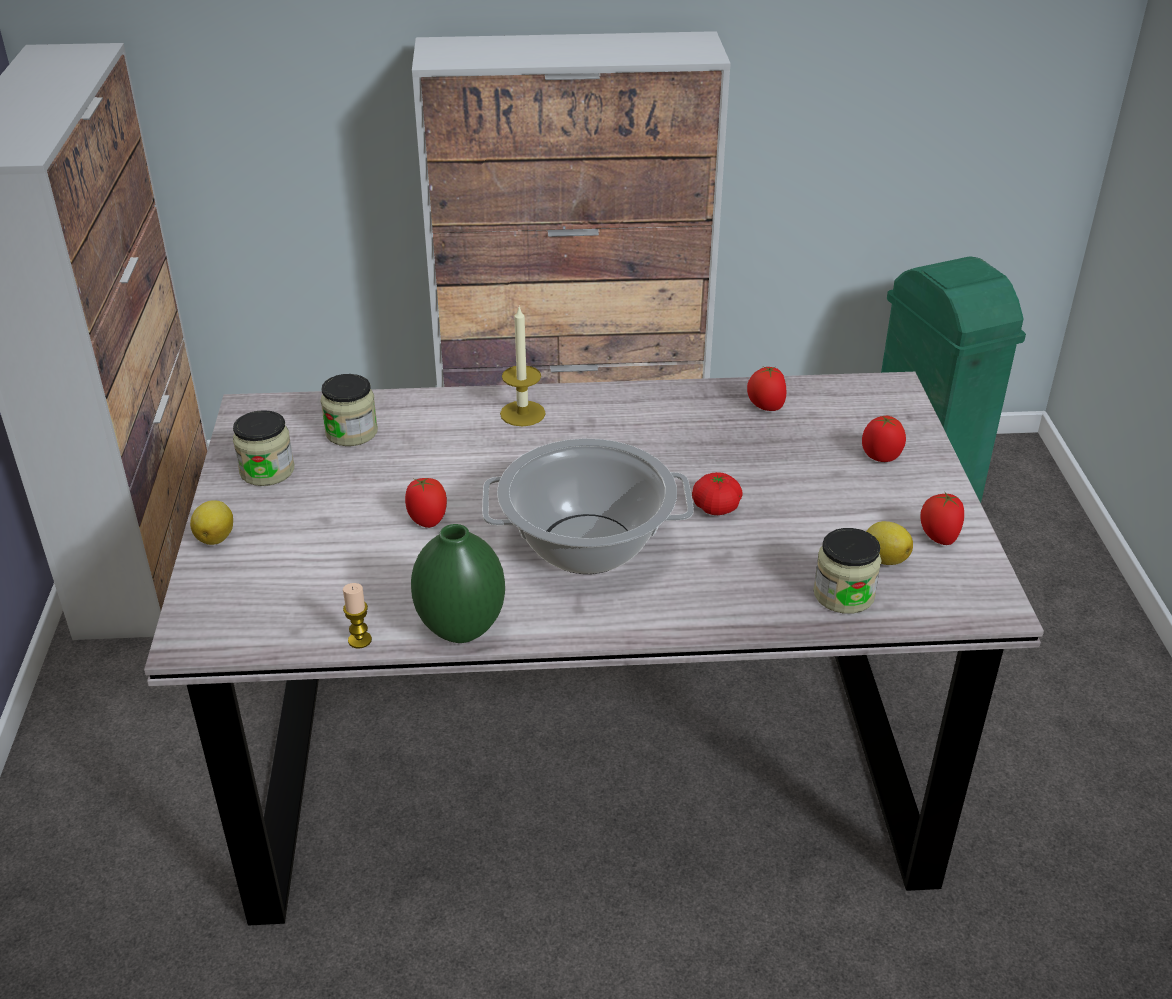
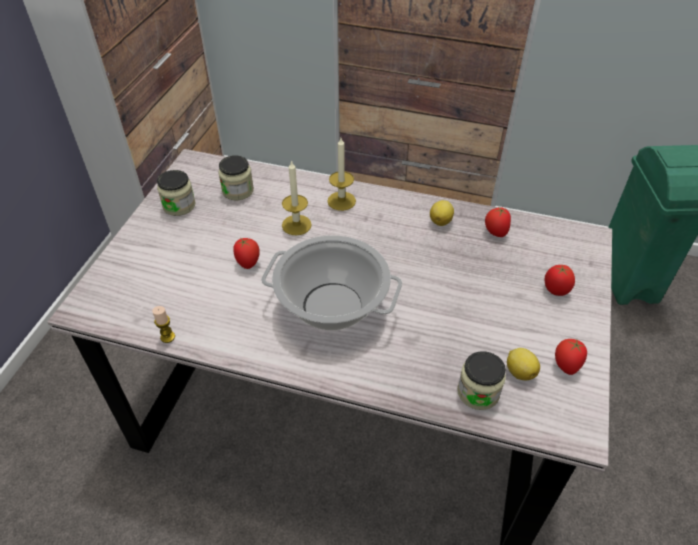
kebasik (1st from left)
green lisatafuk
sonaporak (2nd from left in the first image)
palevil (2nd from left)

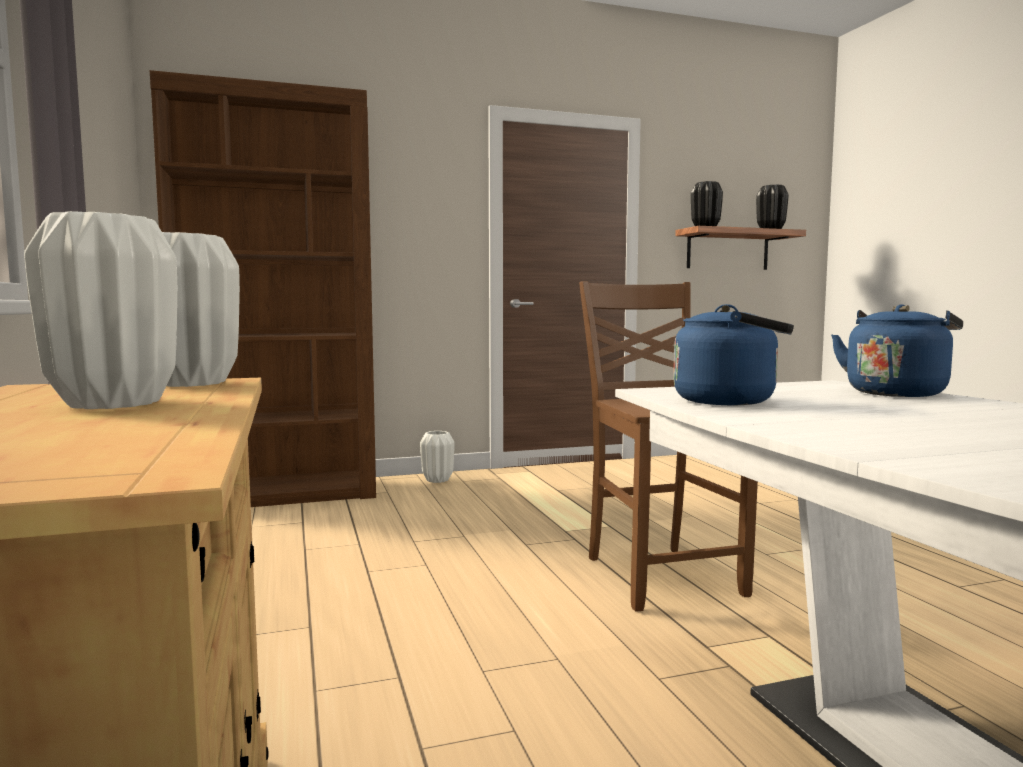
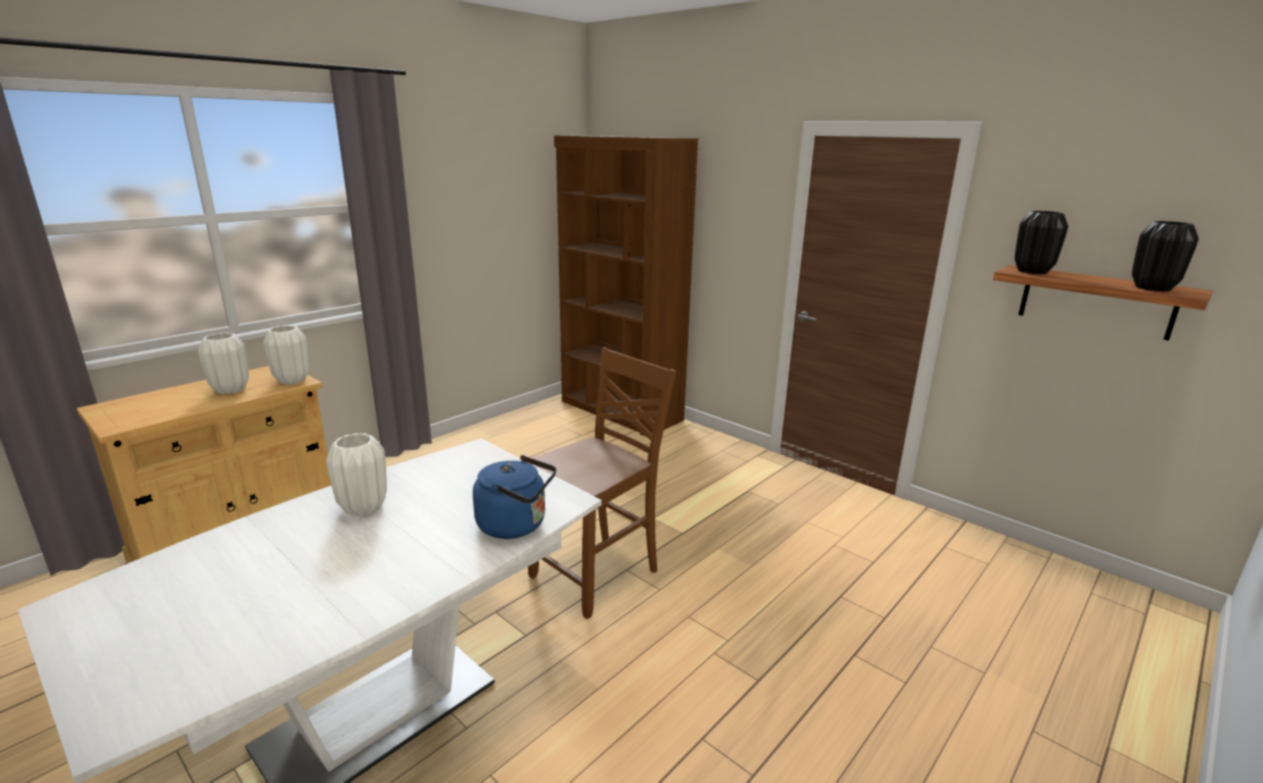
white lisatafuk (3rd from left)
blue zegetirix (1st from left in the first image)

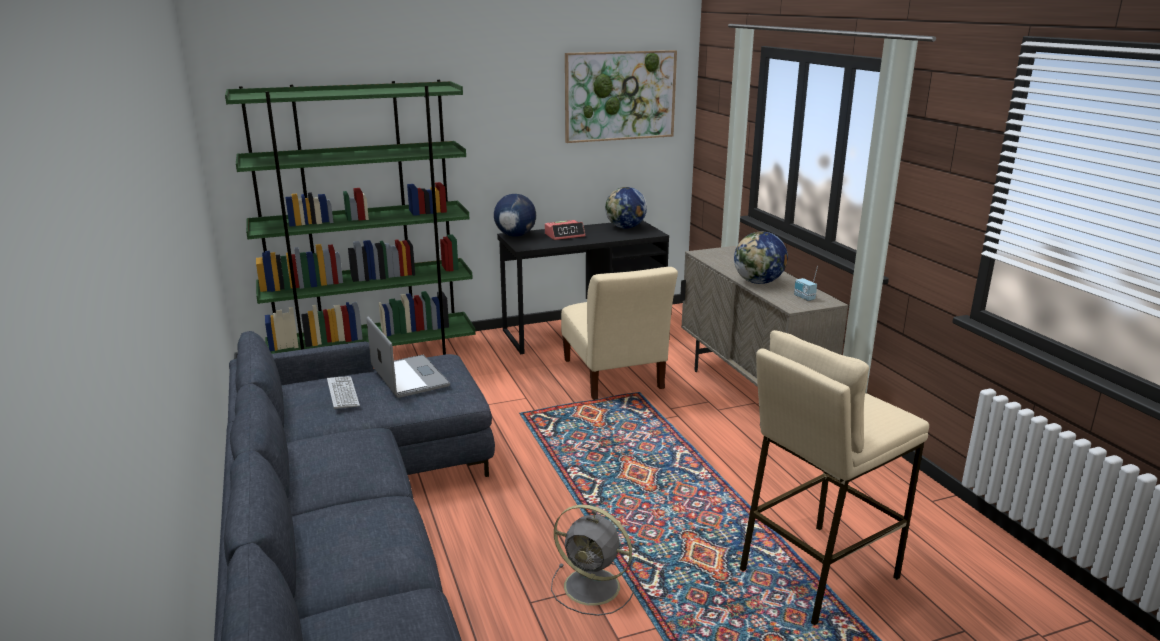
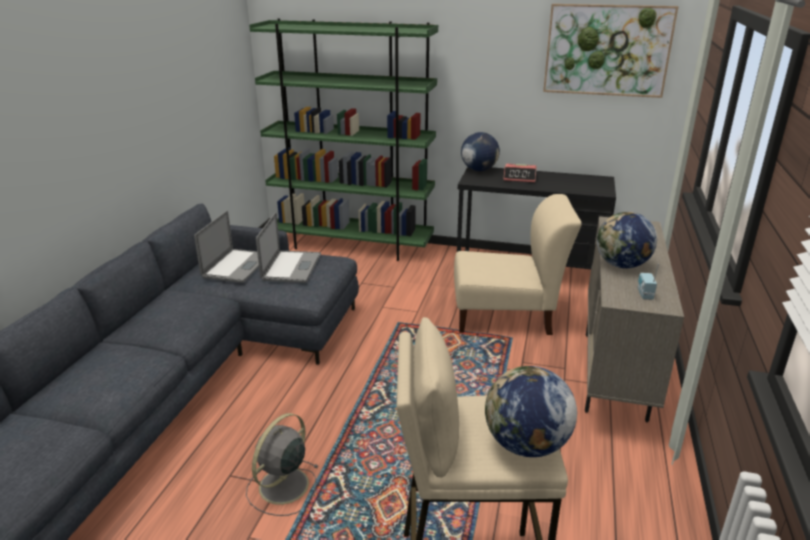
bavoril (1st from left)
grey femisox
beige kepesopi
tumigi (2nd from left)

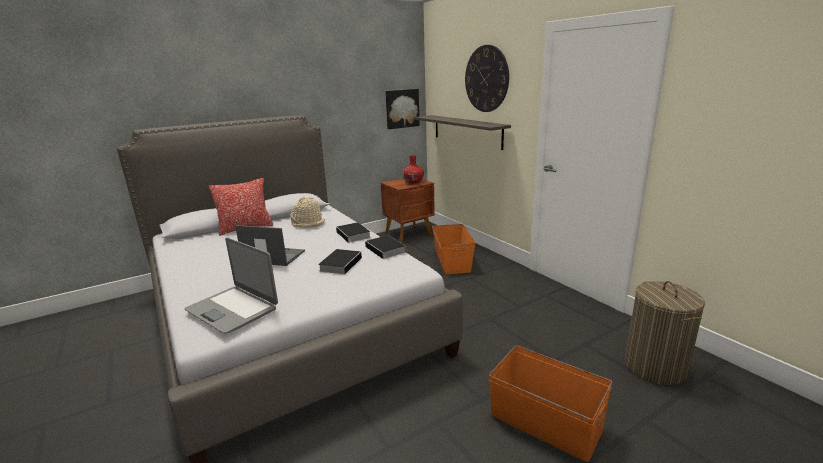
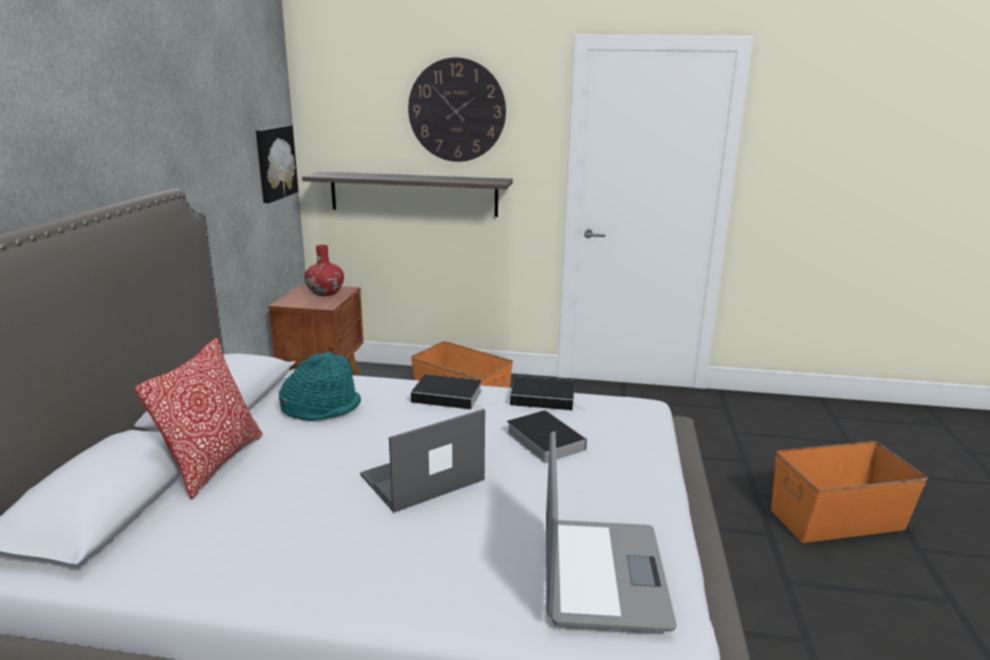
bavoril (2nd from left)
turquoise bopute
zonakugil

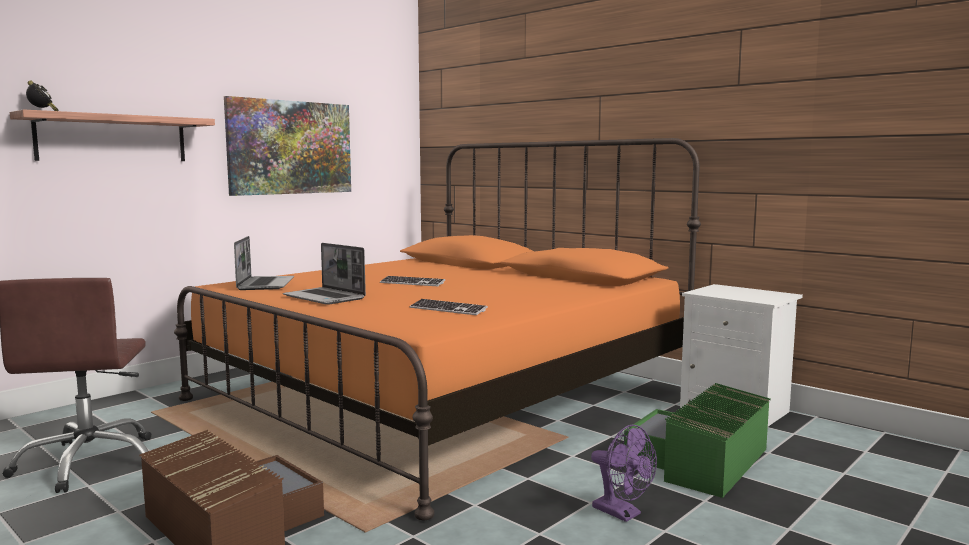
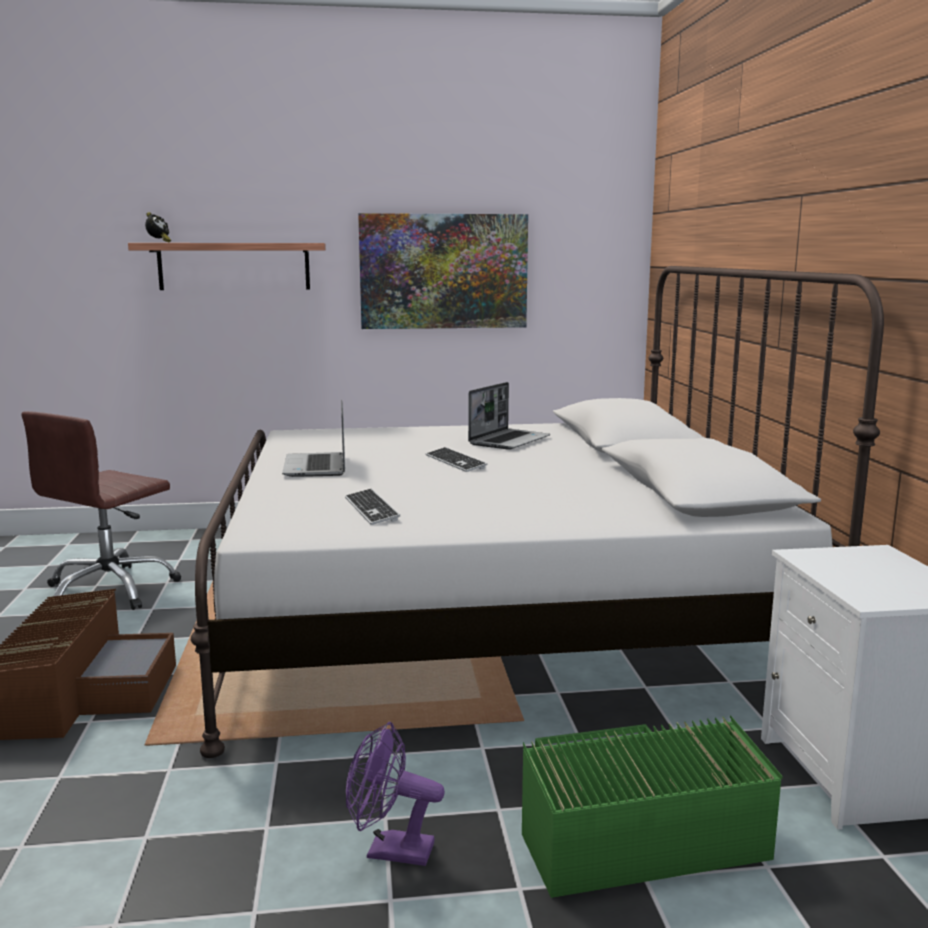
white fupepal
bavoril (2nd from left)
purple femisox

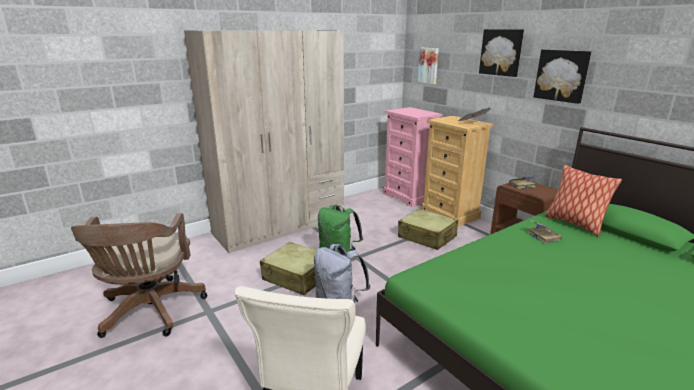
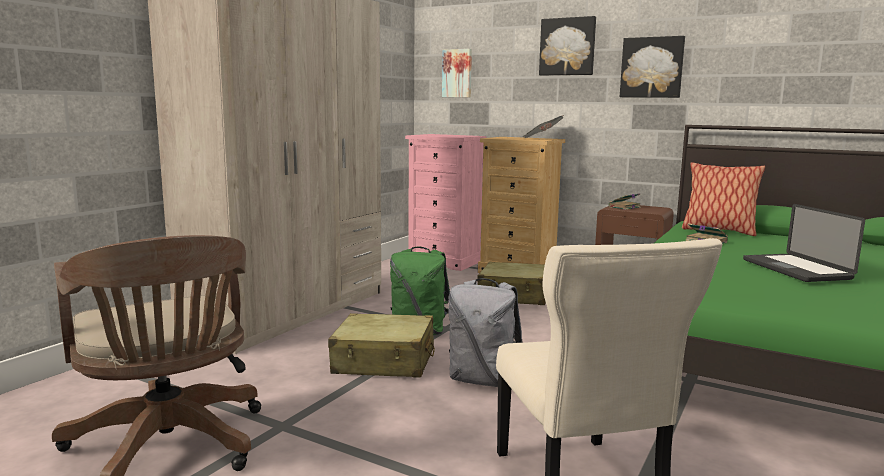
bavoril

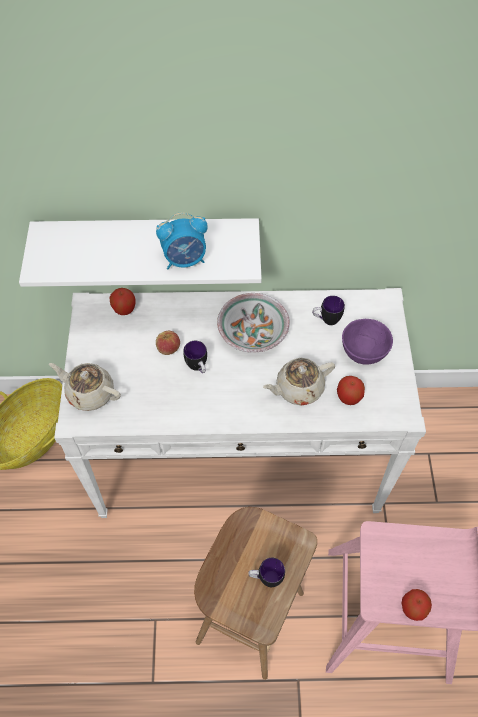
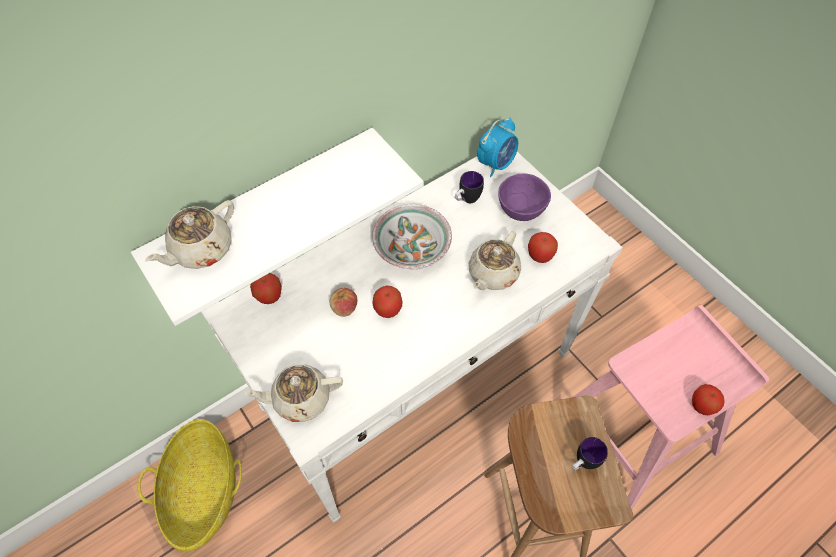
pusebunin
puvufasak (3rd from left)
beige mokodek (1st from left)

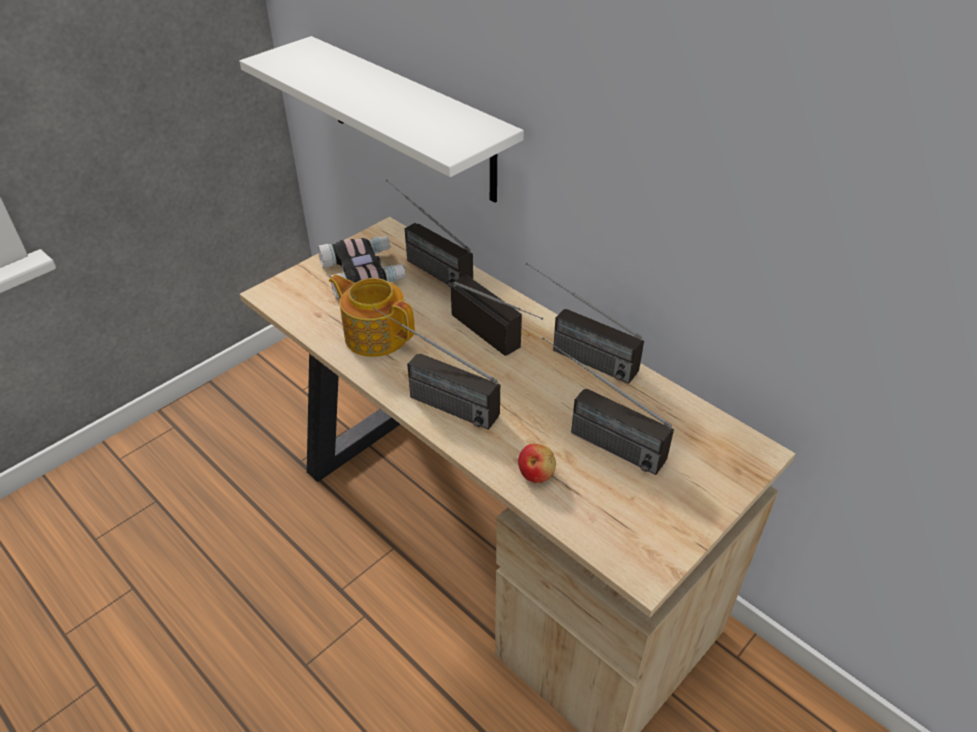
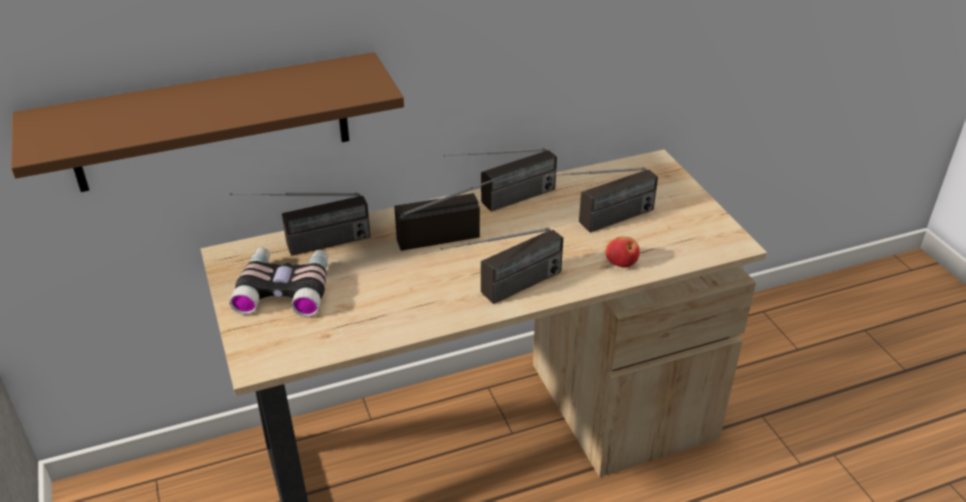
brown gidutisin
mokodek

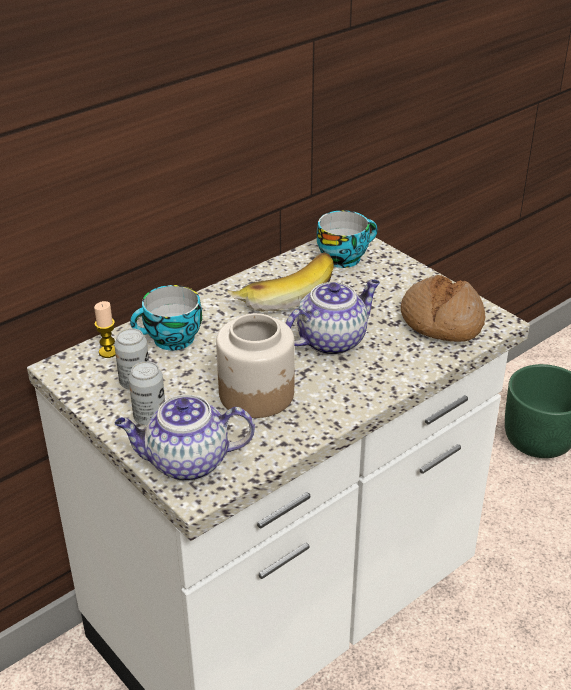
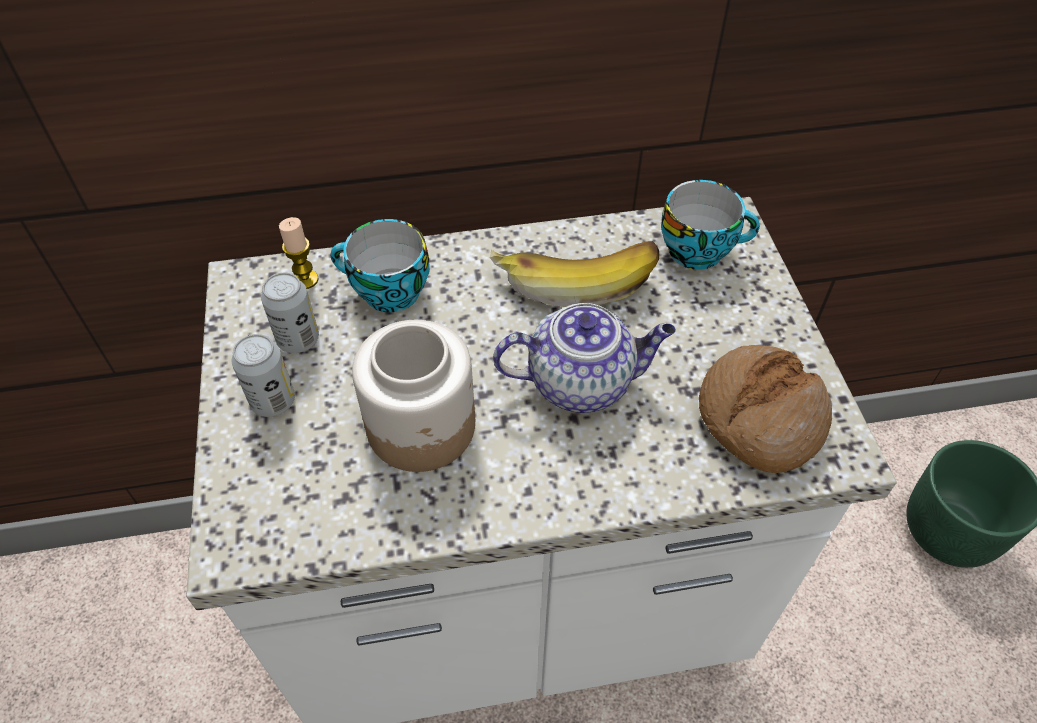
mokodek (1st from left in the first image)

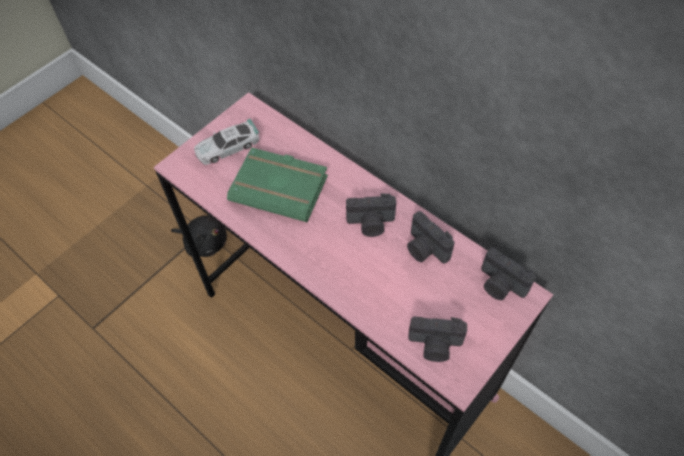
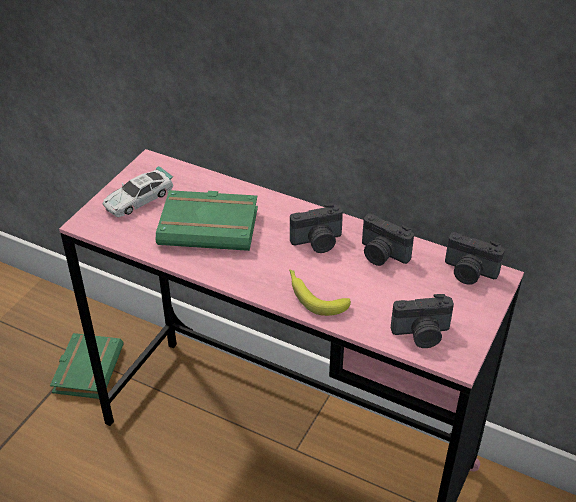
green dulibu (1st from left)
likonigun

